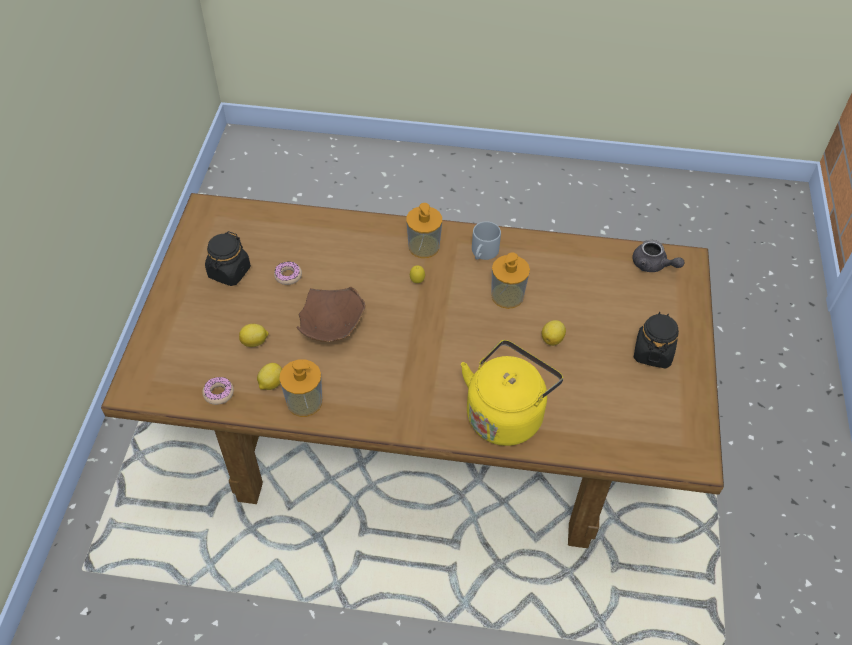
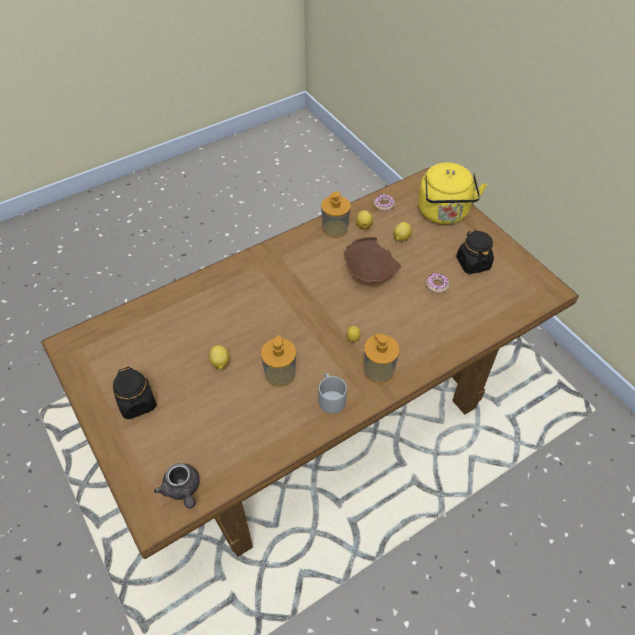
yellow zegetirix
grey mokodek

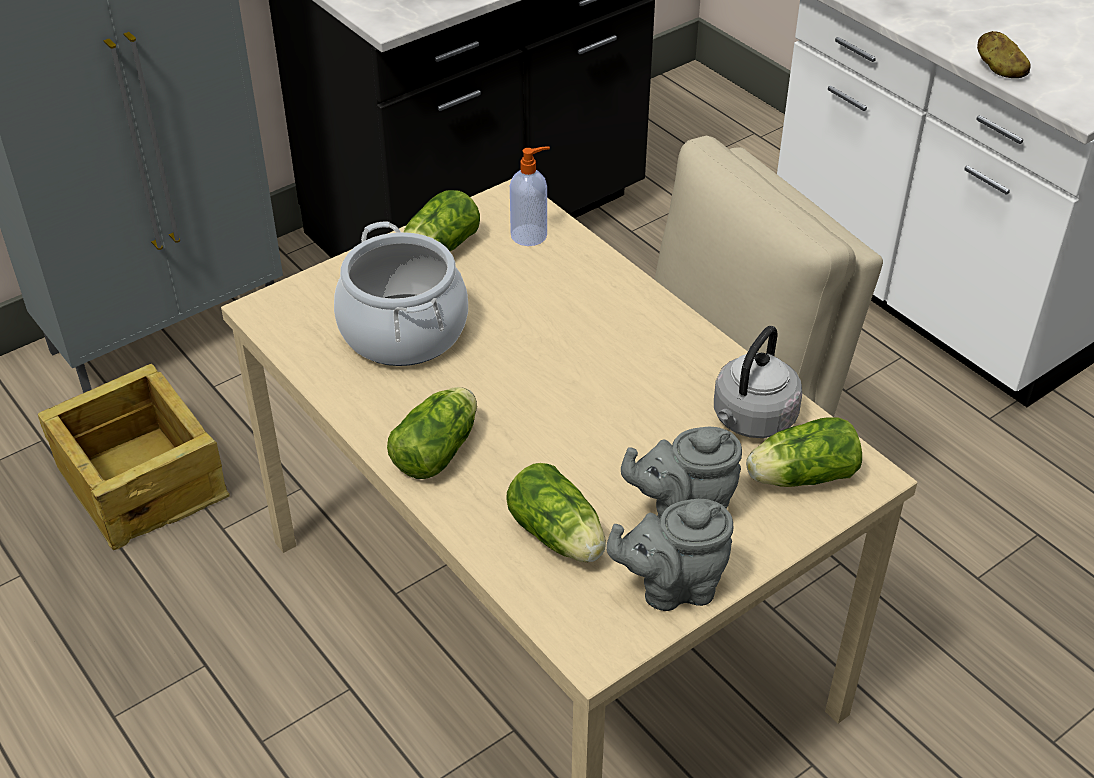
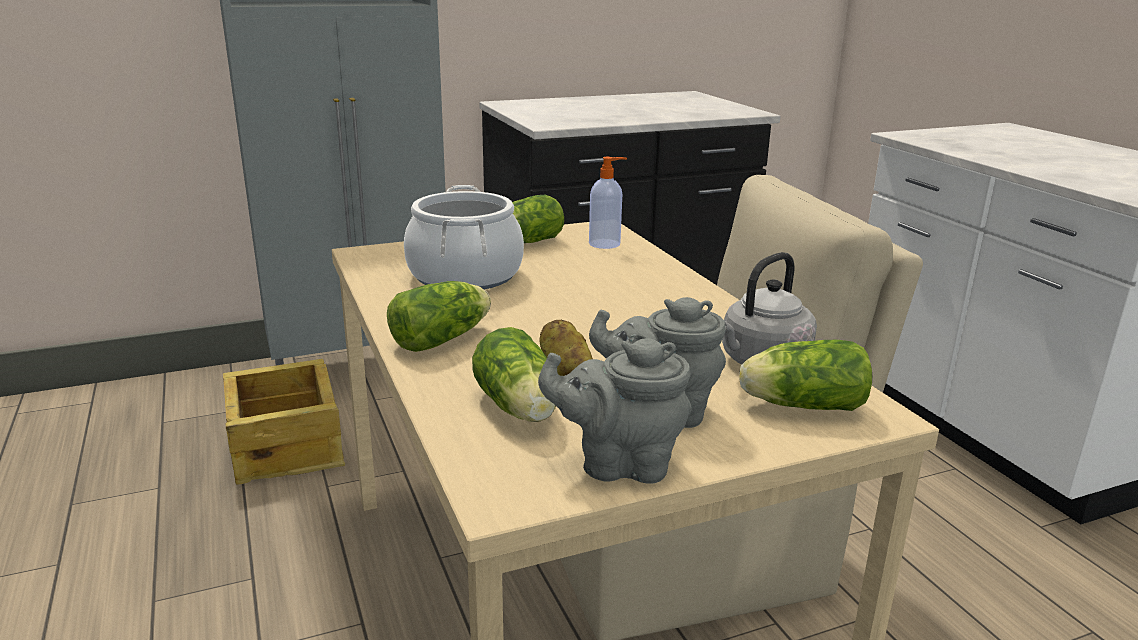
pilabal

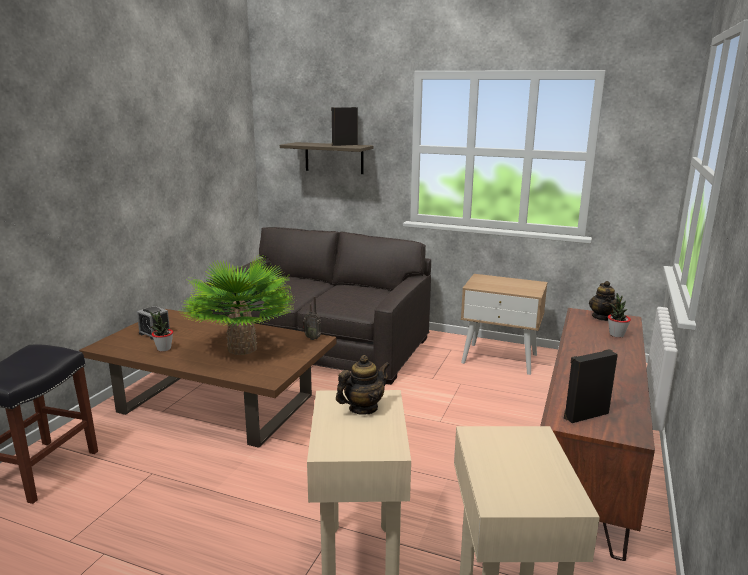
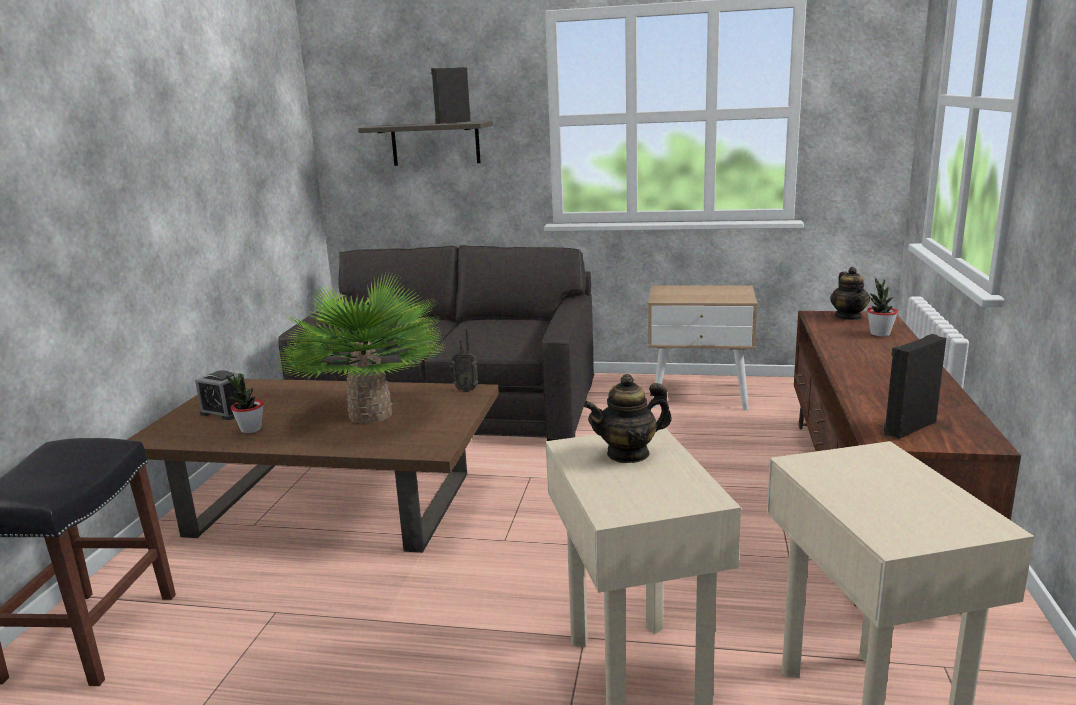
mokodek (1st from left)

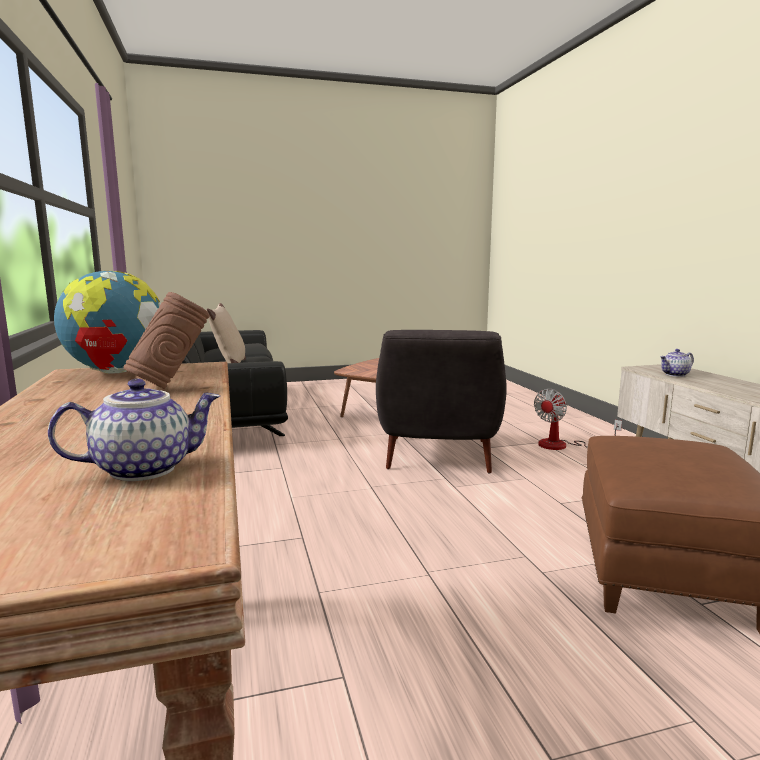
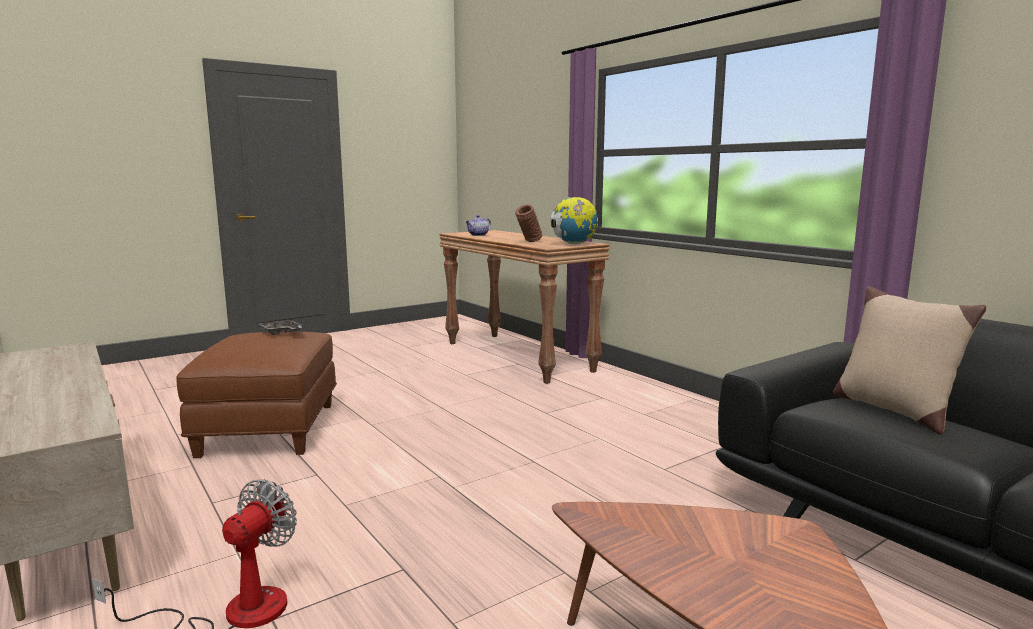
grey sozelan
mokodek (2nd from left in the first image)
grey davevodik

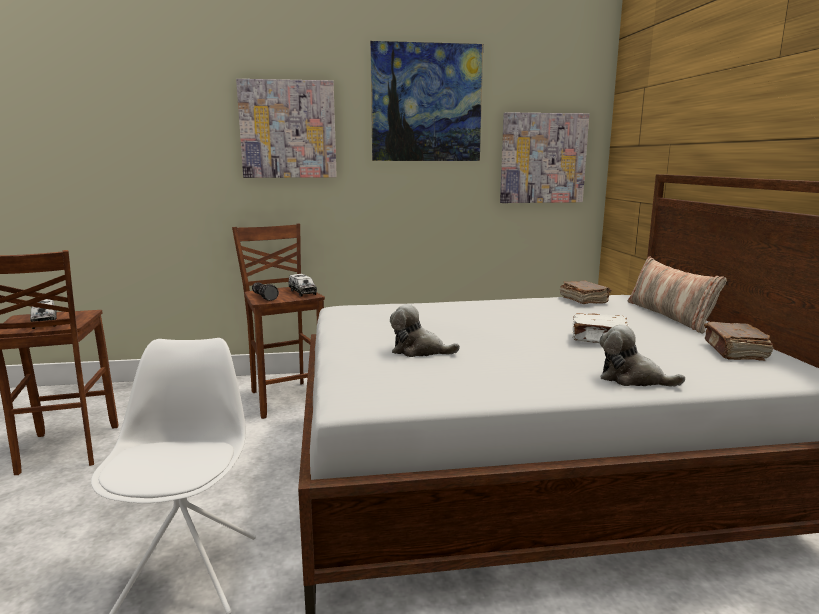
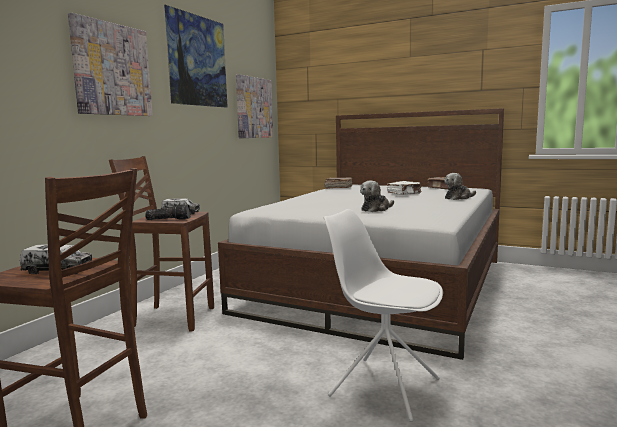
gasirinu

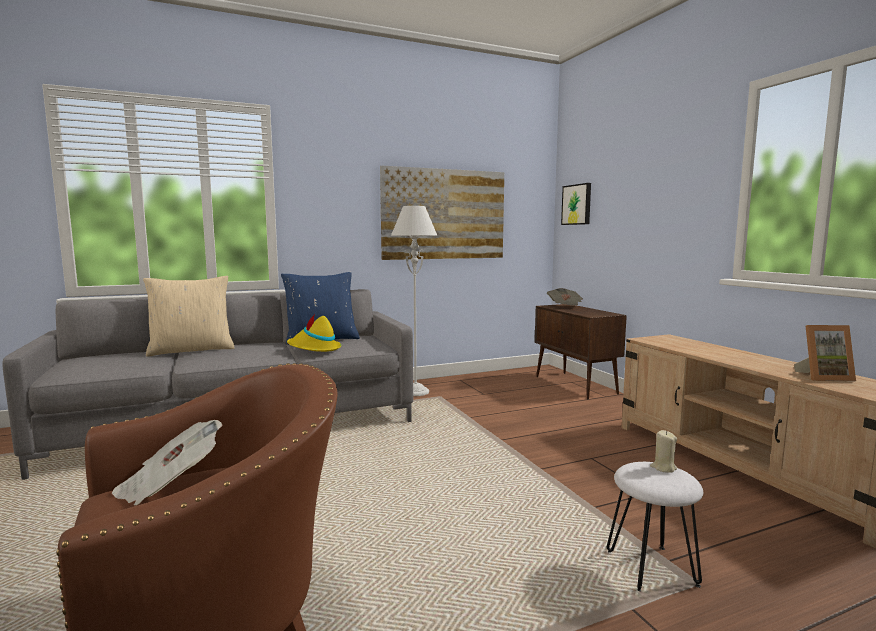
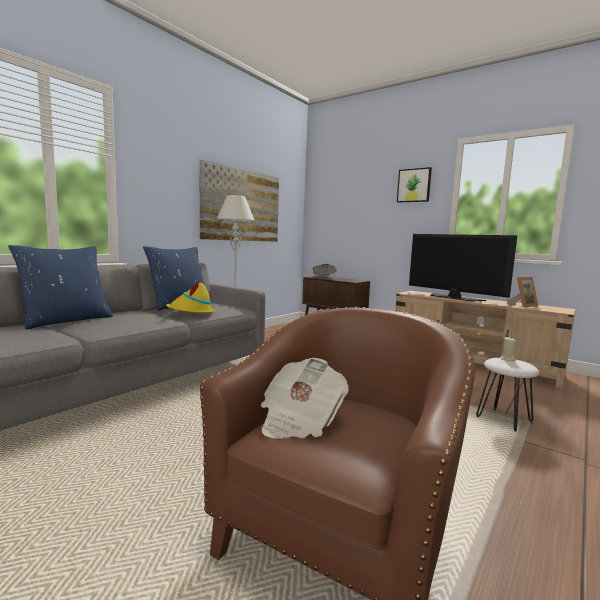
blue gasirinu (1st from left)
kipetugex (2nd from left)
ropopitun

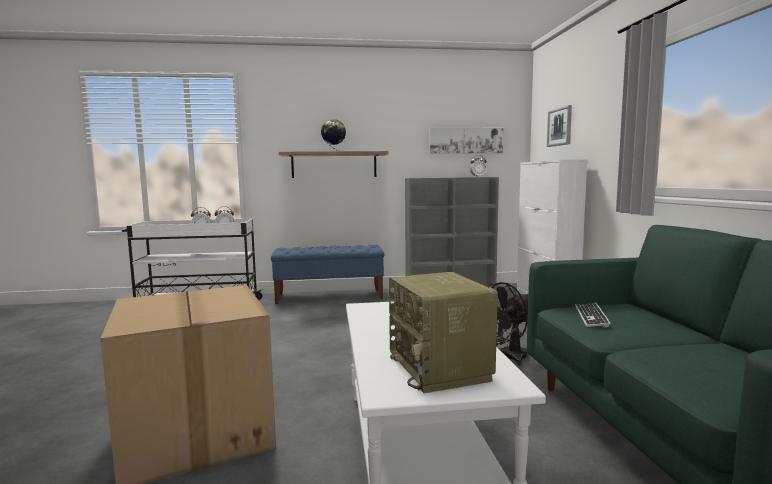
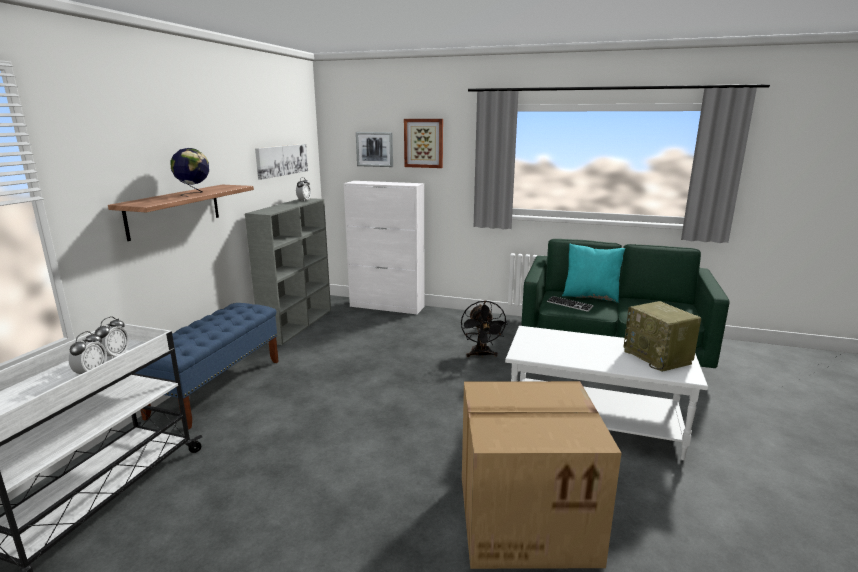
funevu
kipetugex (3rd from left)
turquoise gasirinu

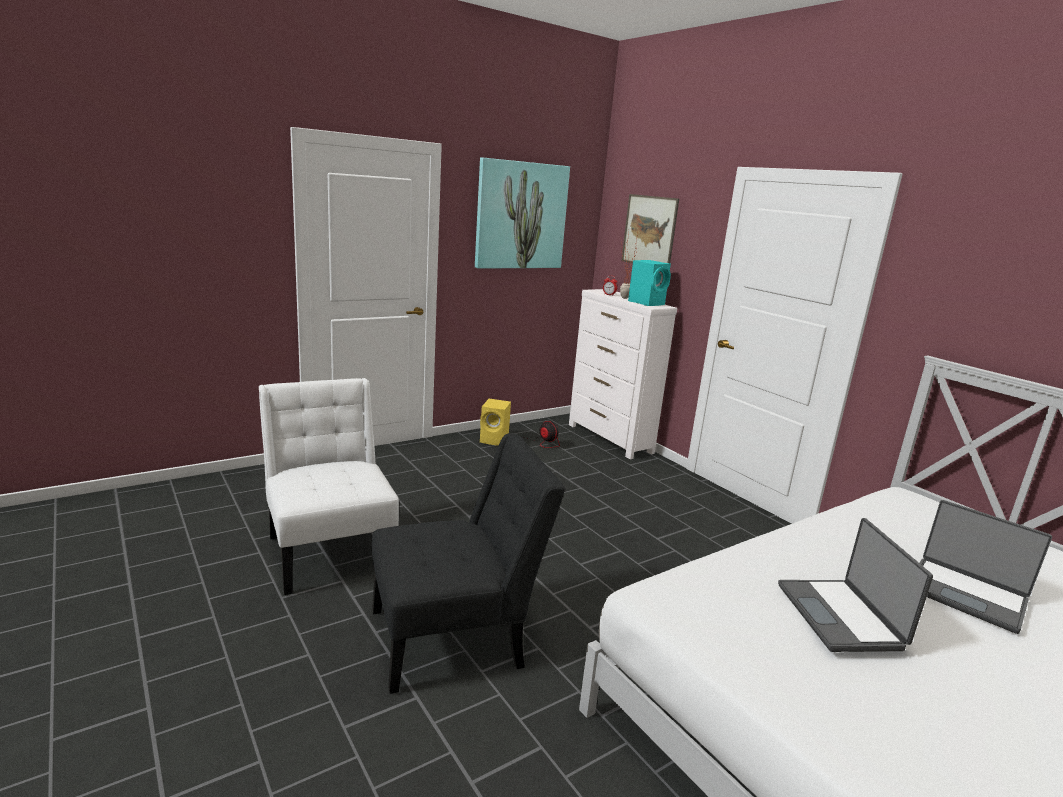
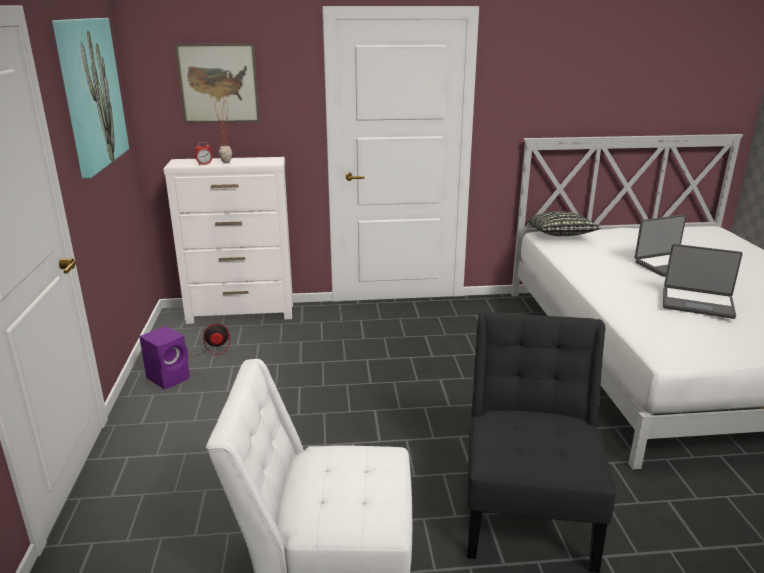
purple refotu
turquoise refotu
gasirinu

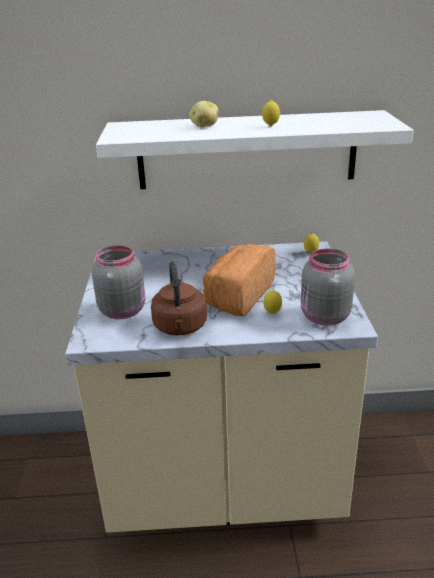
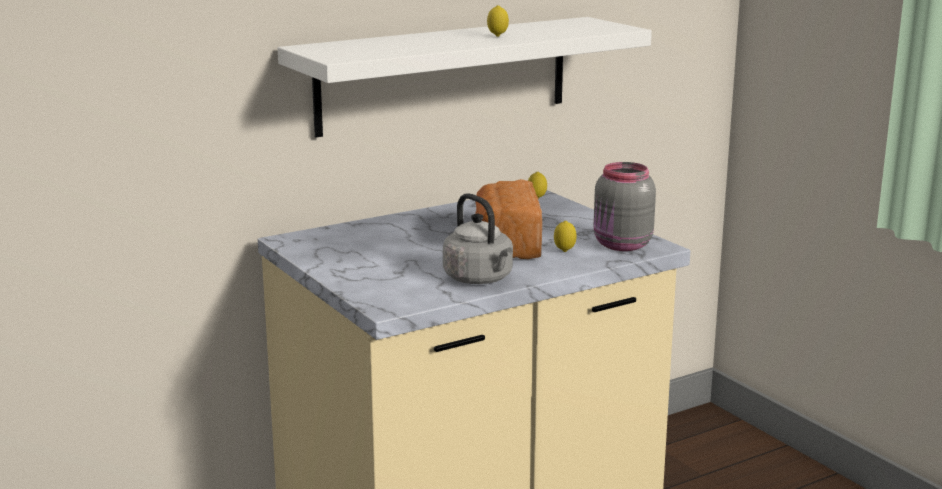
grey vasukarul (1st from left in the first image)
grey zegetirix
pilabal

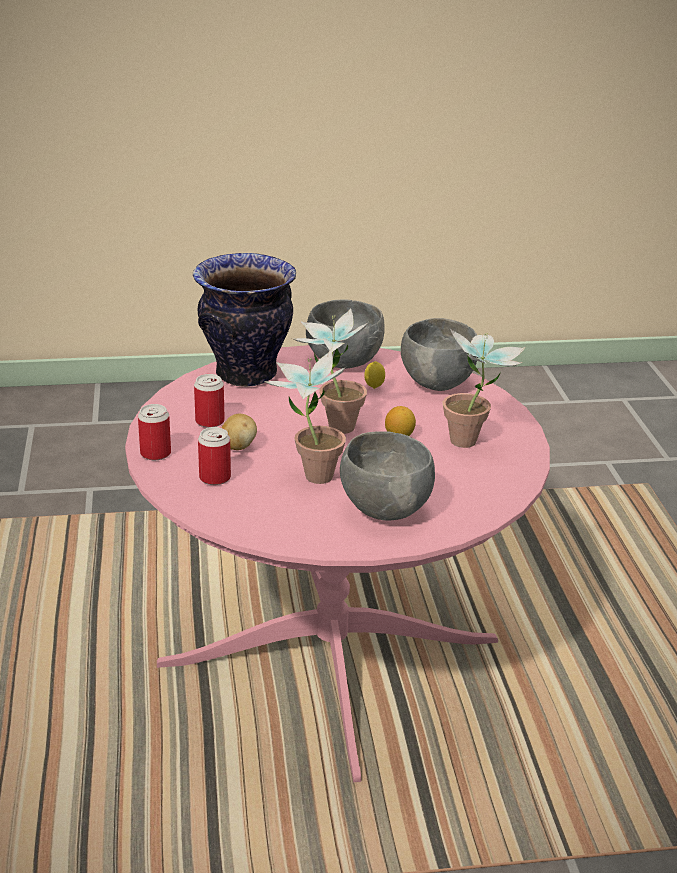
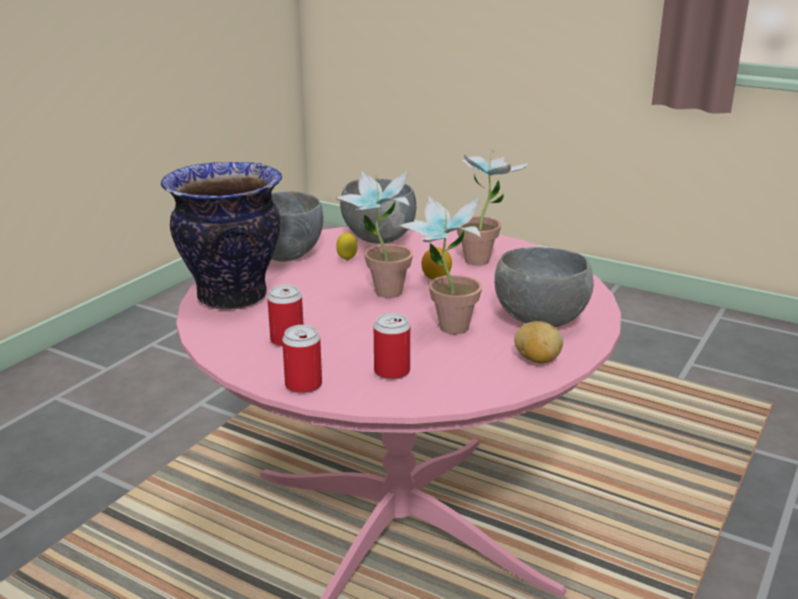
pilabal

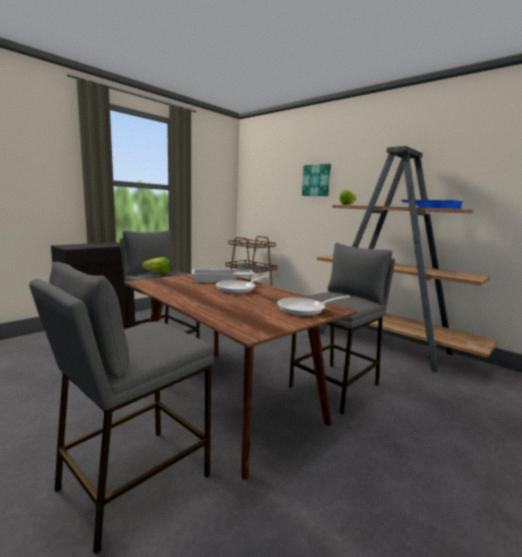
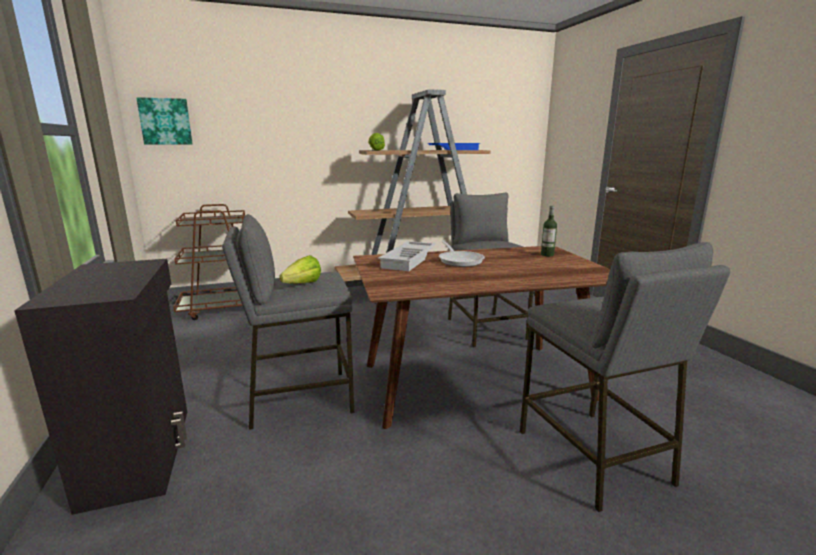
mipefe
kipetugex

